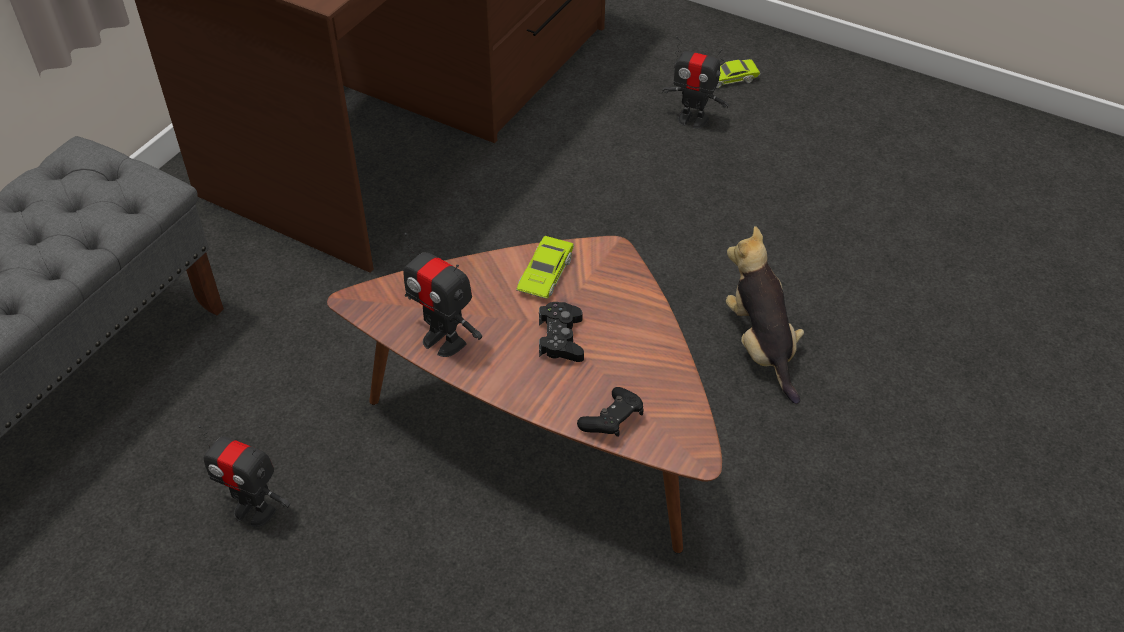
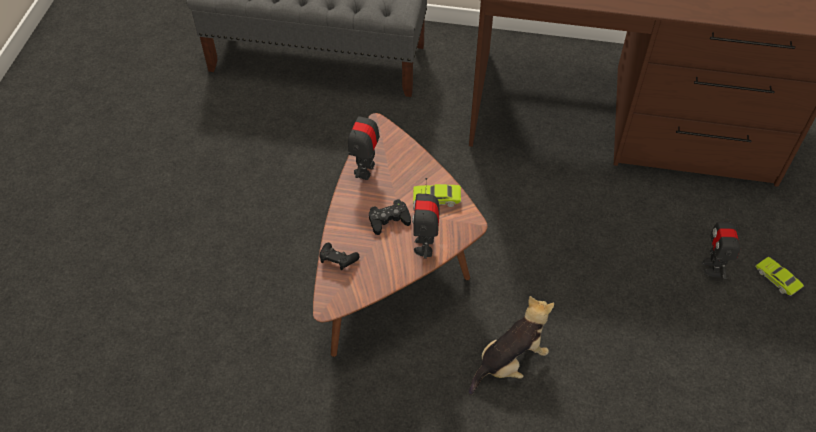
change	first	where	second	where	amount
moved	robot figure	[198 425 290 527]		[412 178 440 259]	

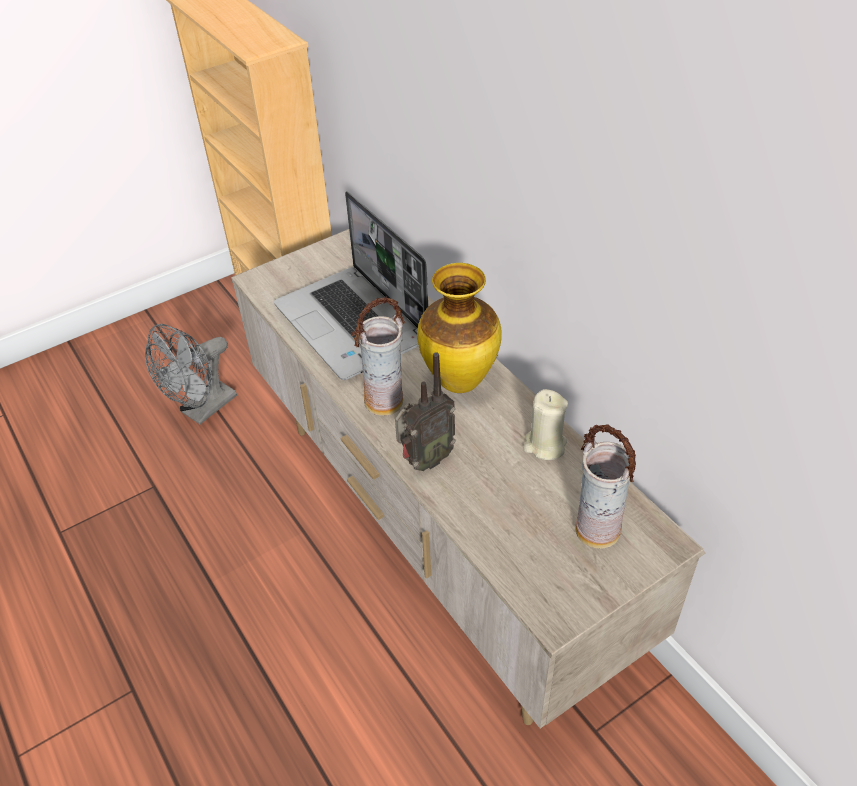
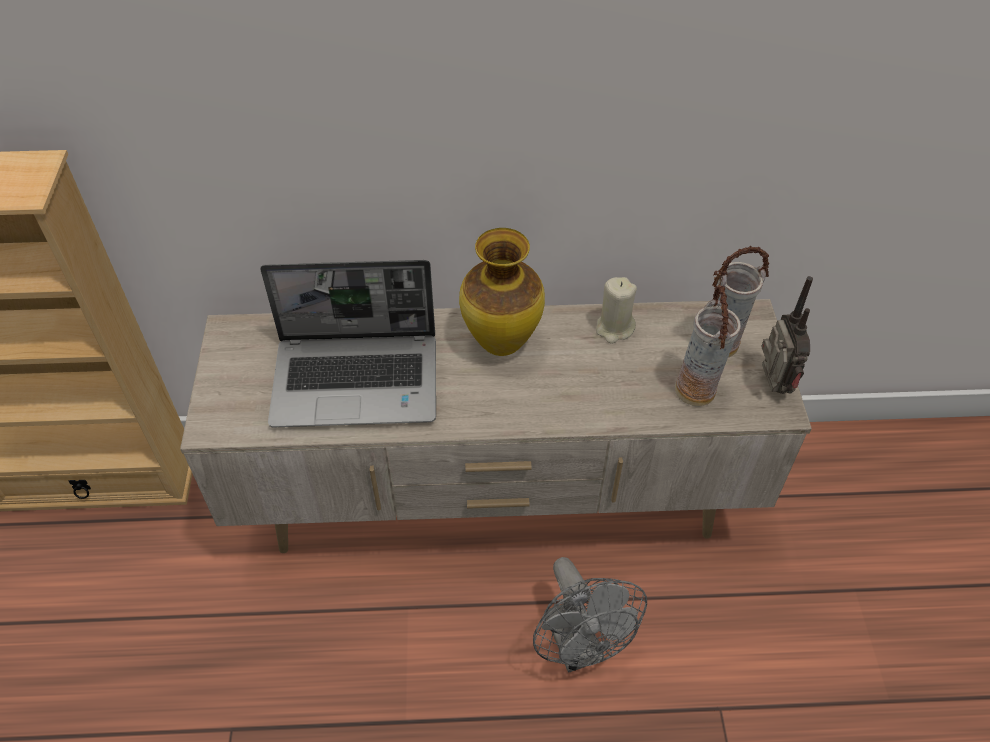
change	first	where	second	where	amount
moved	fan in grey	[145 324 237 424]		[533 557 647 673]	
moved	decorative vase	[352 296 405 416]		[675 285 741 407]	
moved	radio	[395 352 456 471]		[761 276 813 394]	

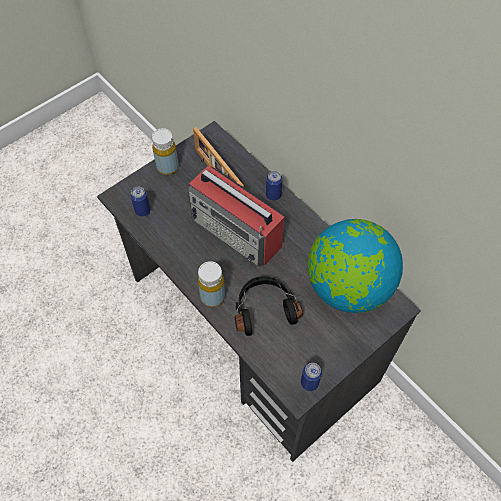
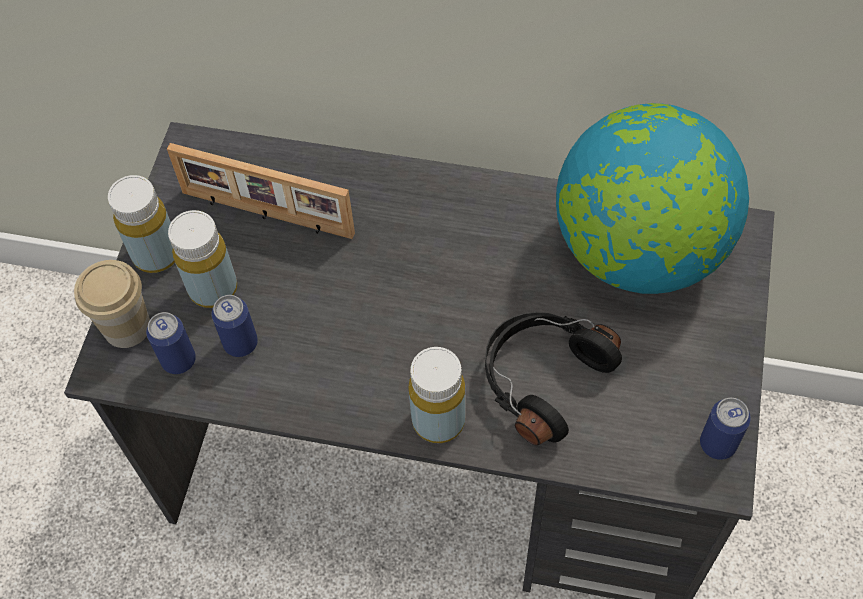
change	first	where	second	where	amount
removed	radio	[188 166 285 267]			
added			cup	[74 260 150 348]	
added			drink bottle in yellow-coloured	[168 210 237 308]	
moved	metal can	[266 171 283 201]		[212 295 258 357]	

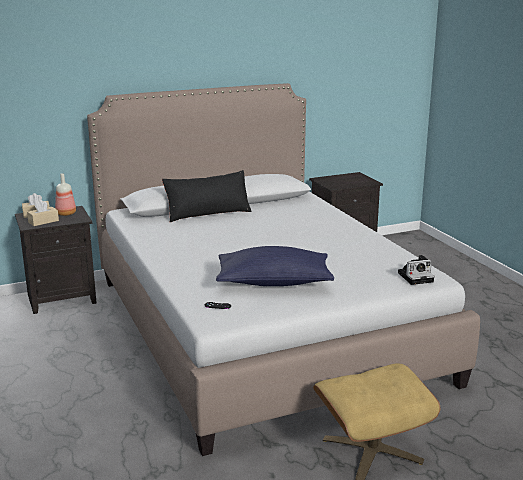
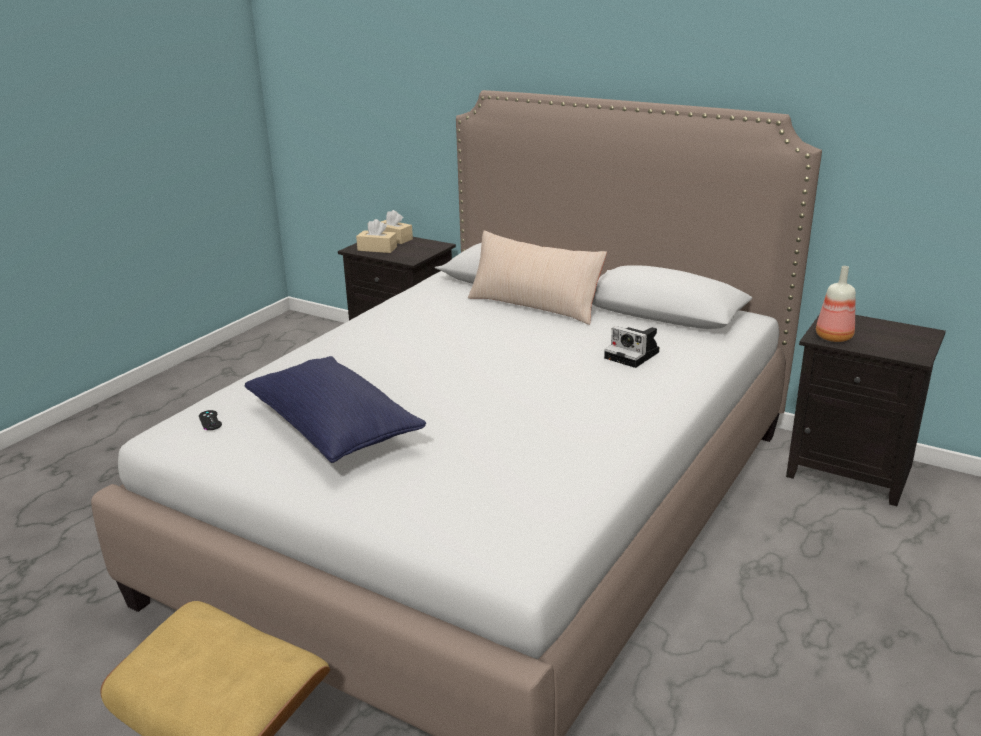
change	first	where	second	where	amount
moved	drink bottle	[55 173 76 216]		[816 266 856 342]	
moved	still camera	[398 255 434 285]		[604 326 659 368]	
recoloured	cushion in blackish	[162 170 252 222]	cushion in beige-coloured	[468 231 607 325]	

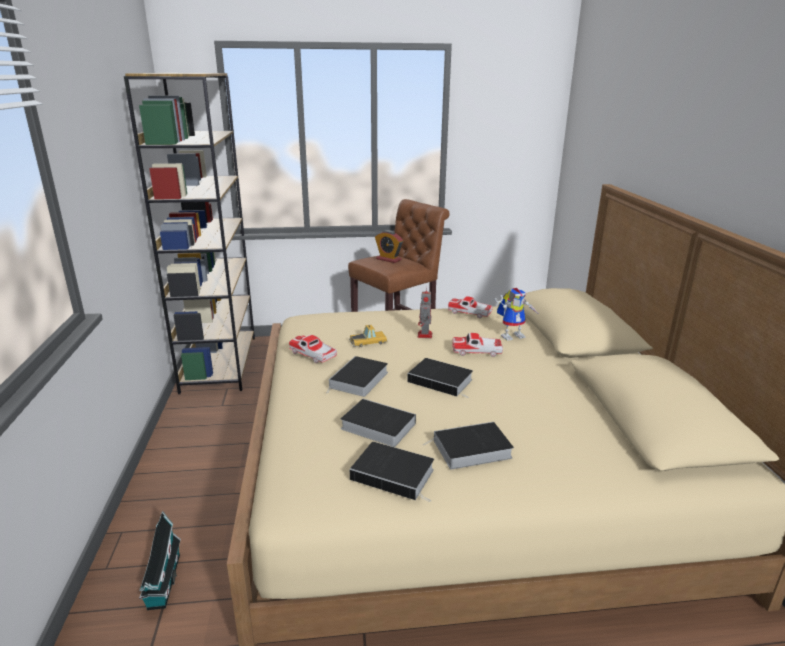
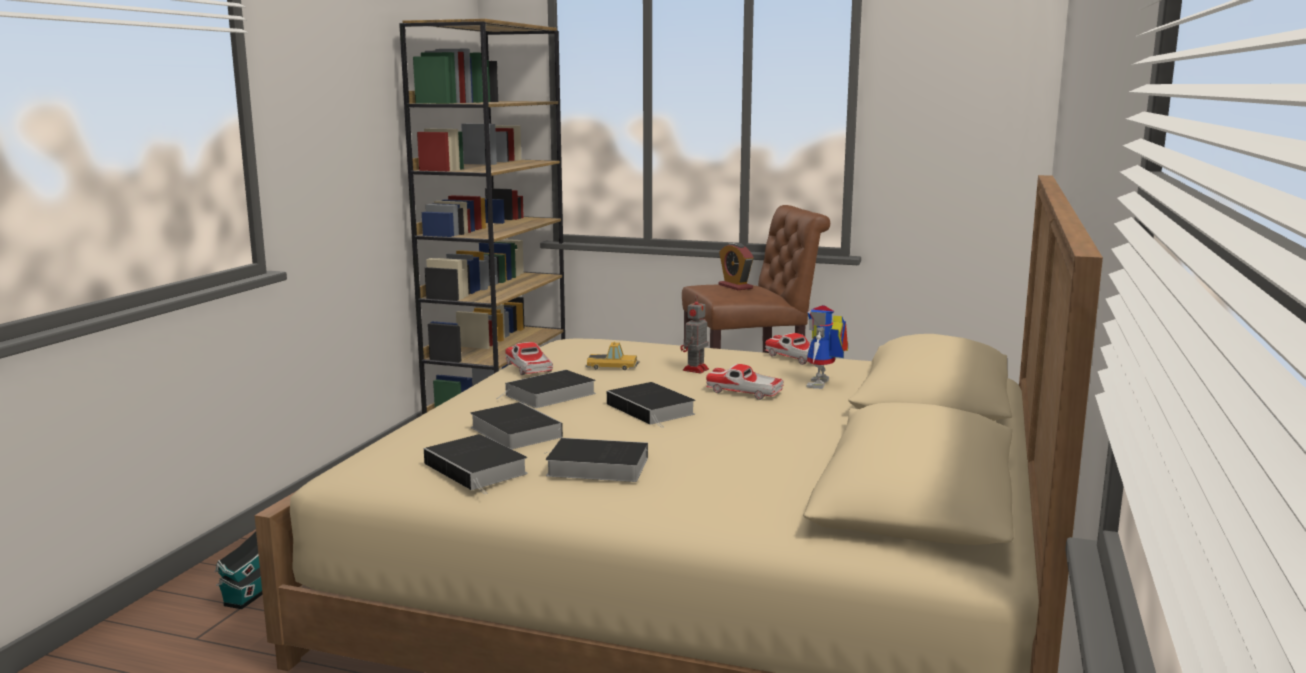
change	first	where	second	where	amount
turned	robot figure	[495 288 538 341]		[806 305 848 388]	105 degrees clockwise

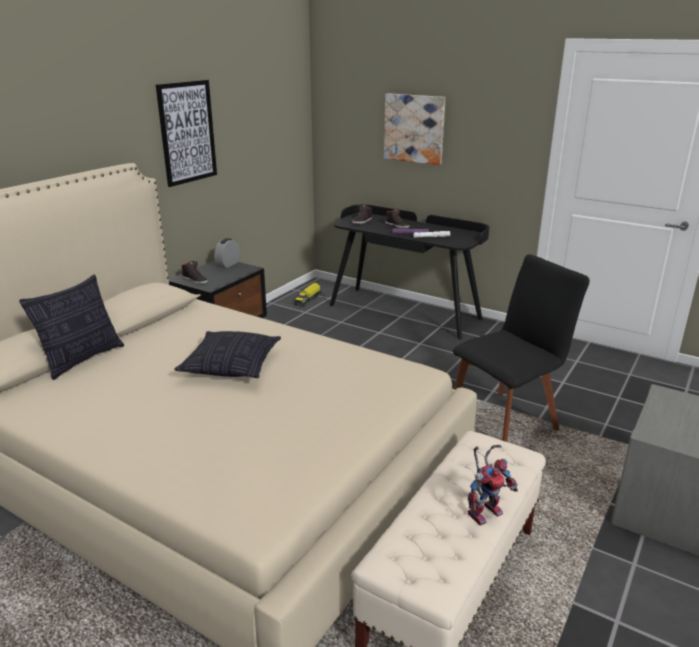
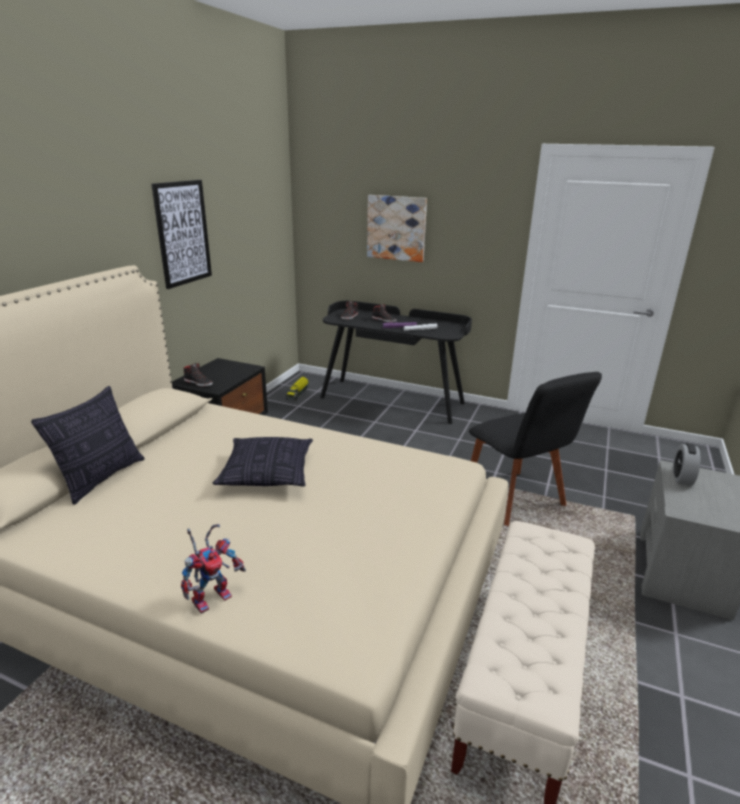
change	first	where	second	where	amount
moved	alarm clock	[214 238 240 268]		[673 443 700 486]	
moved	robot figure	[468 445 518 526]		[181 524 246 614]	
turned	plain chair in blackish	[453 254 590 442]		[469 372 602 526]	105 degrees clockwise

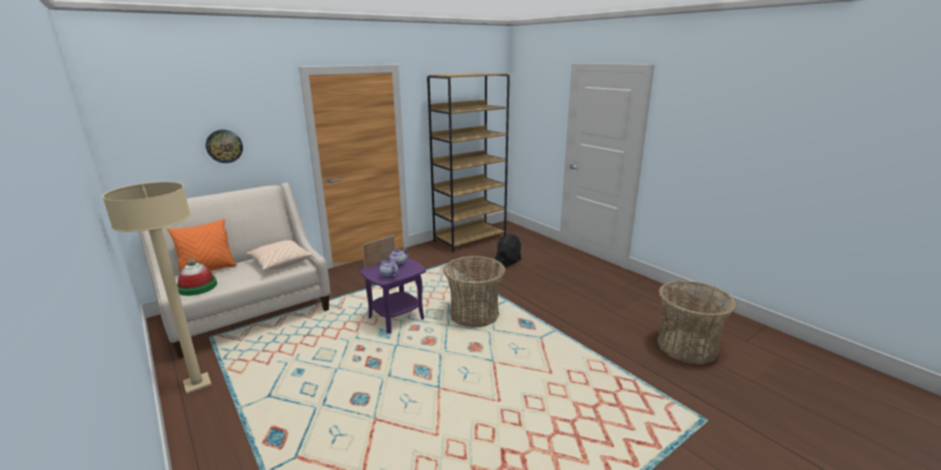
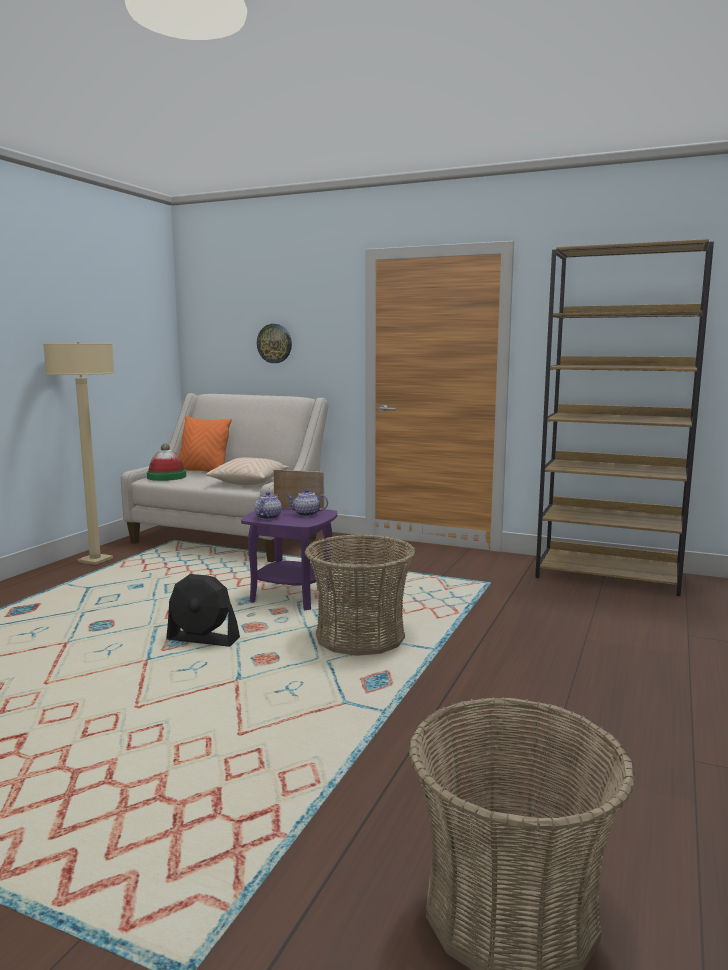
change	first	where	second	where	amount
moved	fan in blackish	[494 234 521 268]		[166 574 240 647]	

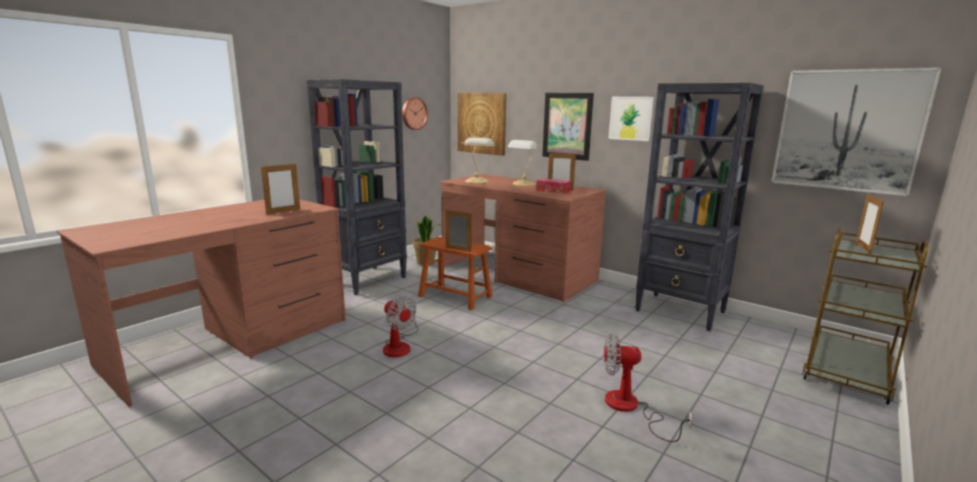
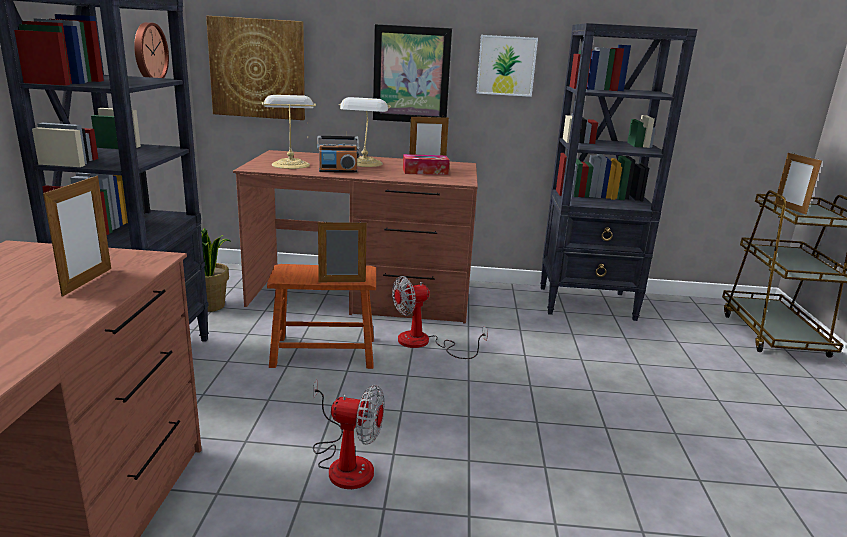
change	first	where	second	where	amount
removed	wall art	[771 67 942 196]			
added			radio	[317 136 359 173]	
moved	fan	[604 334 693 442]		[392 276 488 359]	

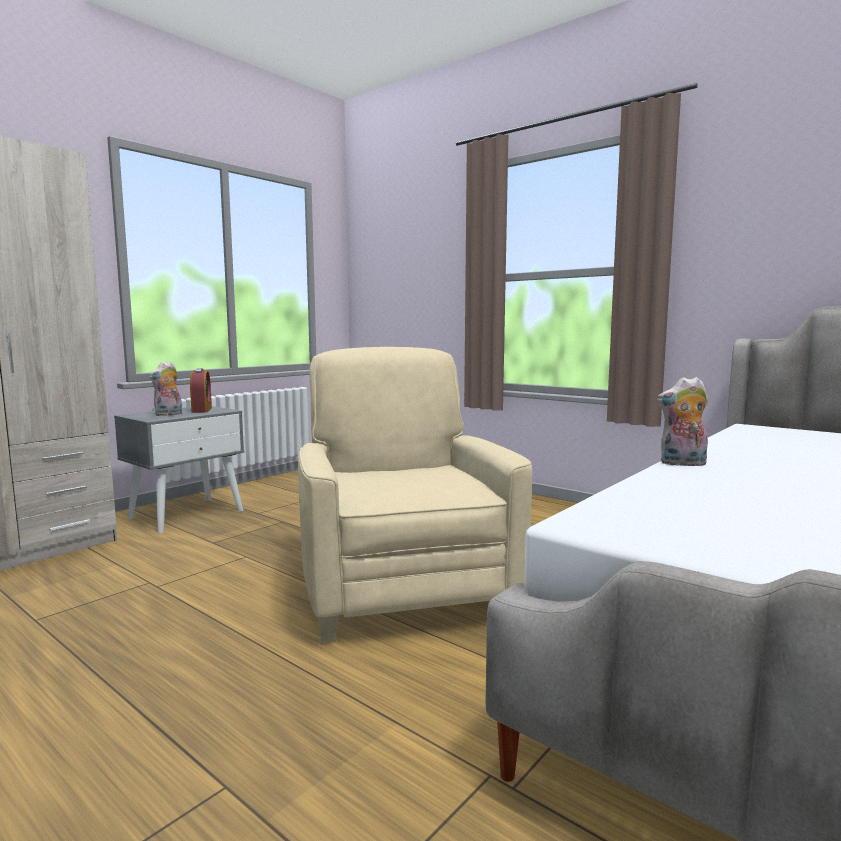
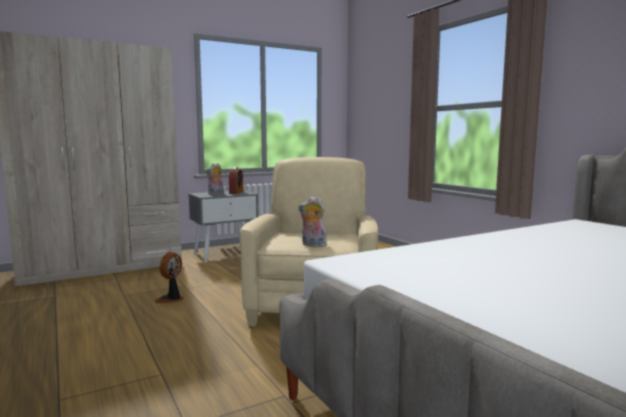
change	first	where	second	where	amount
added			fan	[154 252 184 303]	
moved	soft toy	[657 377 708 466]		[298 196 327 247]	

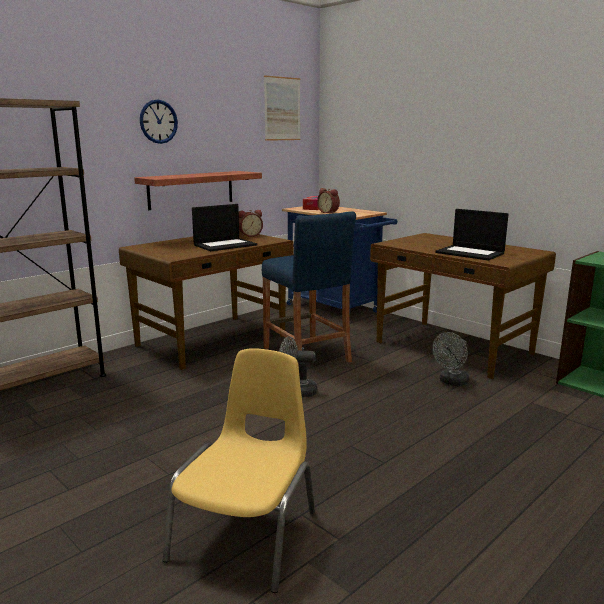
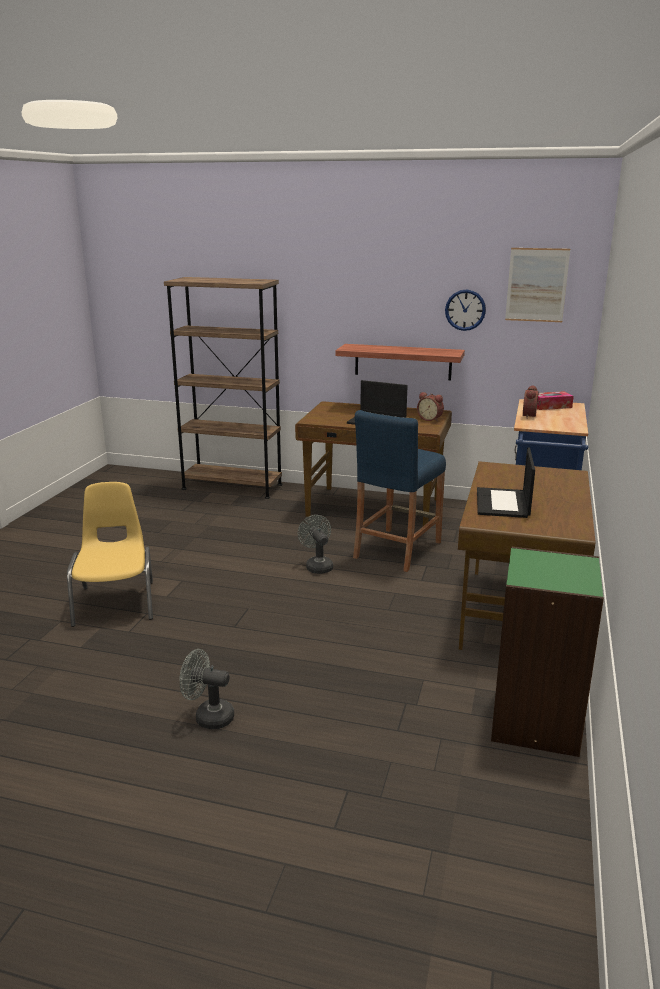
change	first	where	second	where	amount
moved	hanging clock	[140 99 178 144]		[445 289 486 331]	
moved	fan in grey	[432 332 469 386]		[180 649 234 729]	
turned	plain chair in yellow-coloured	[163 348 315 593]		[67 482 153 627]	90 degrees counterclockwise

